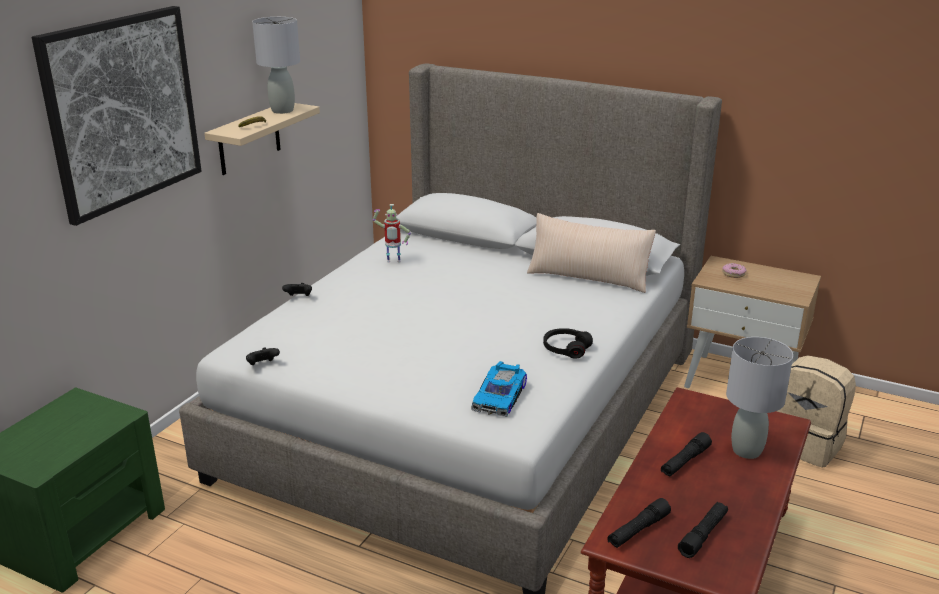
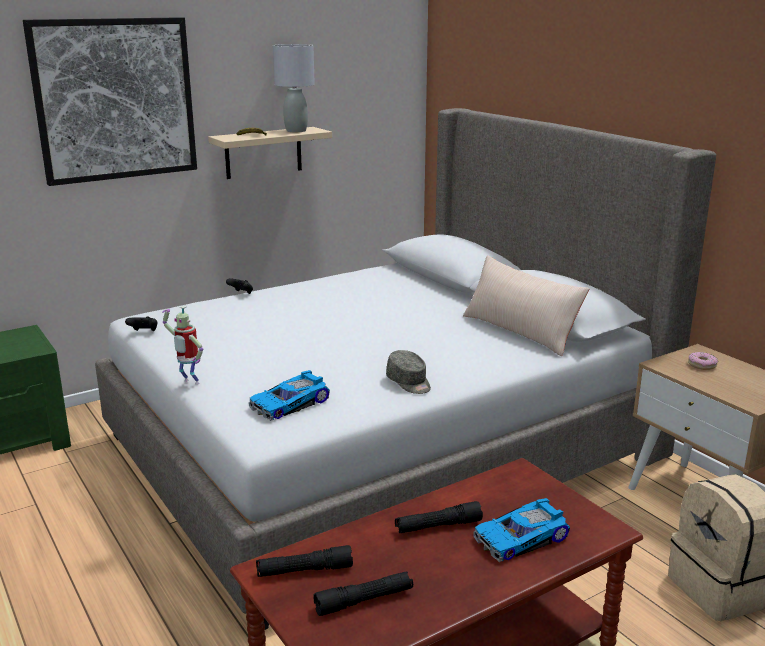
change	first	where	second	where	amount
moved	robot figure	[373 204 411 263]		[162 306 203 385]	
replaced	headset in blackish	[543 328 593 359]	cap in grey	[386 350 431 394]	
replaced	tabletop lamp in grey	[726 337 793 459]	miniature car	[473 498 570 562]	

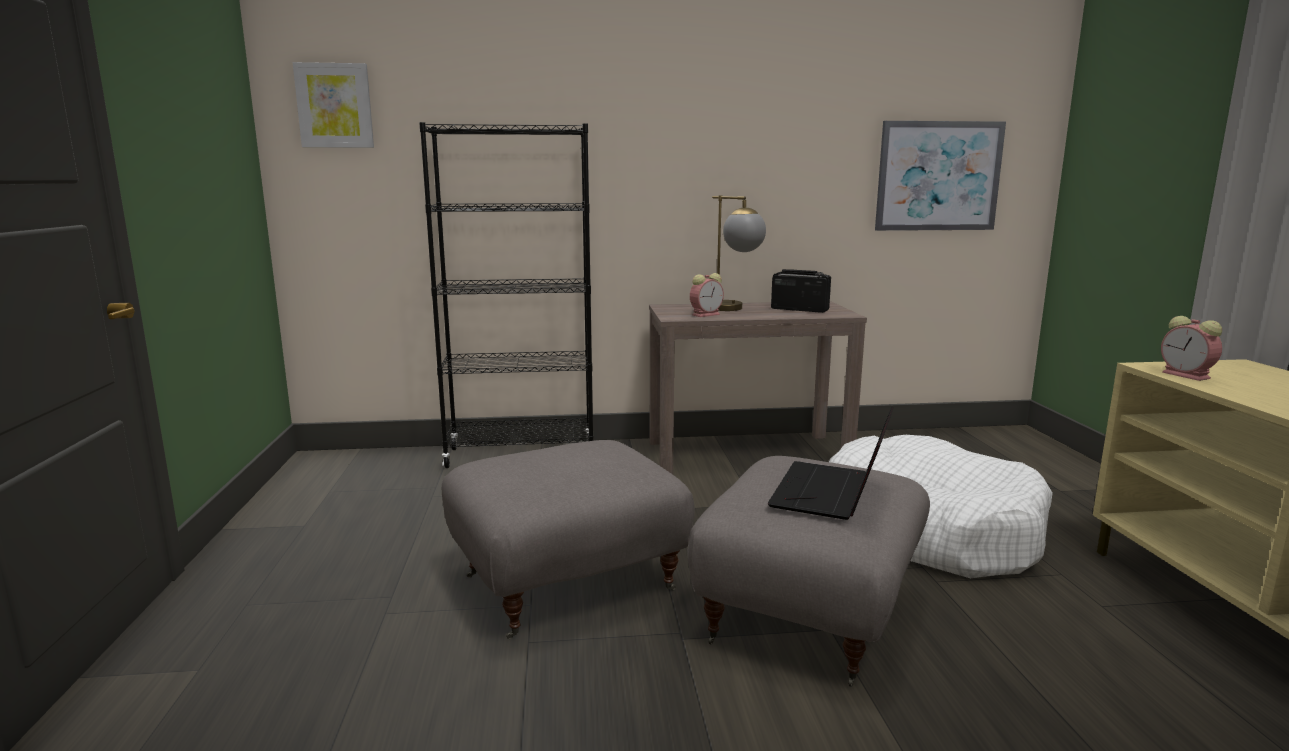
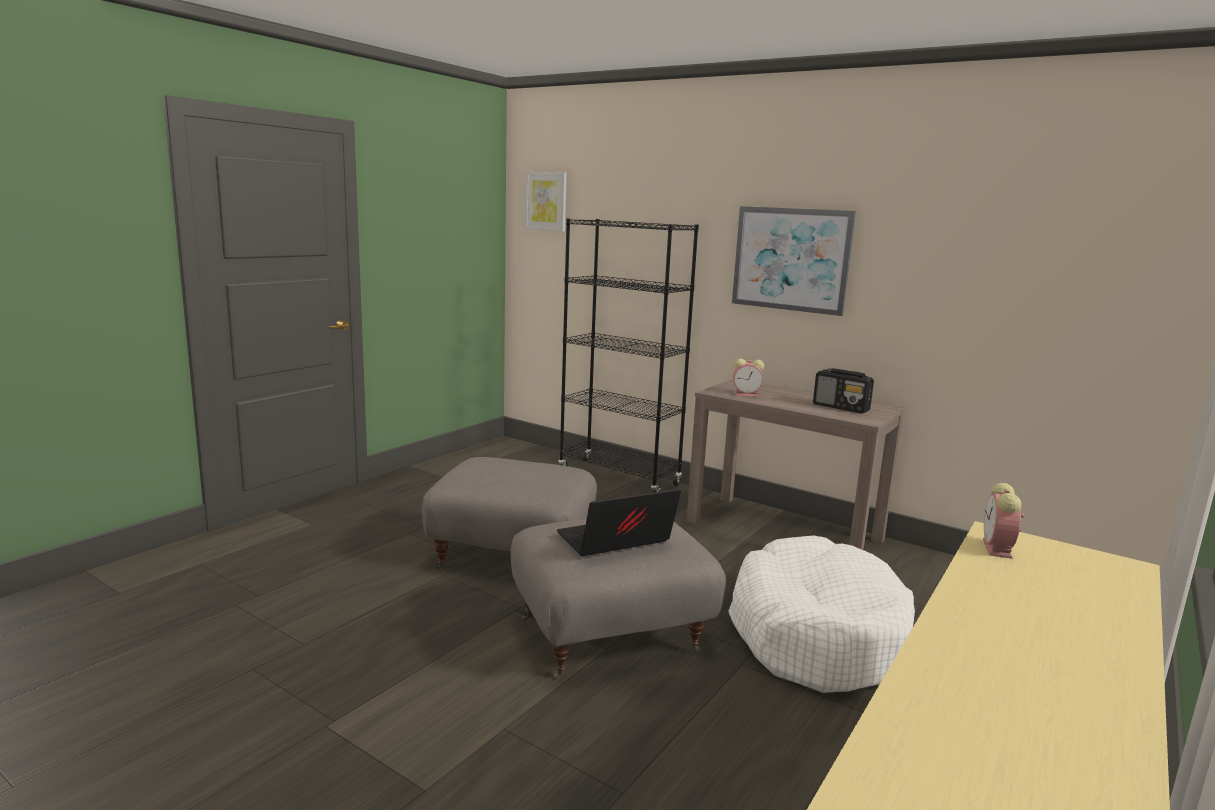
change	first	where	second	where	amount
removed	tabletop lamp	[712 195 766 311]			
moved	wall art	[875 121 1006 231]		[732 206 856 316]	
turned	radio	[771 269 831 313]		[813 368 874 413]	150 degrees clockwise

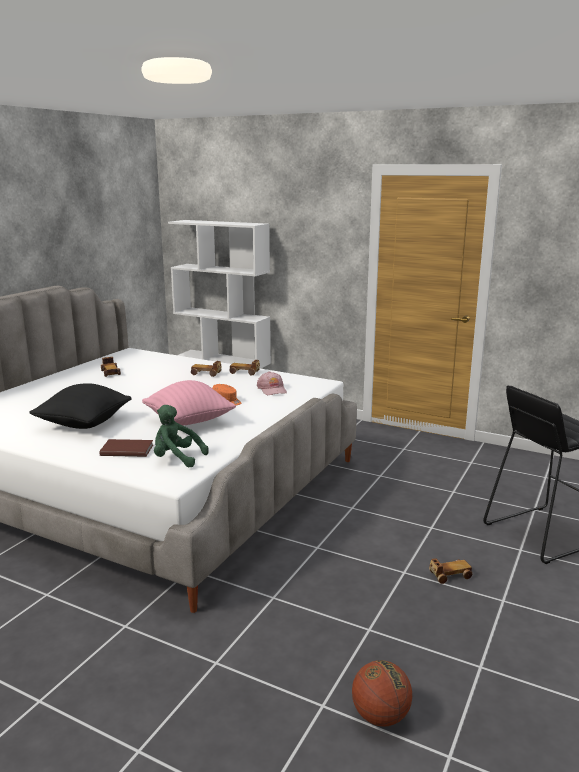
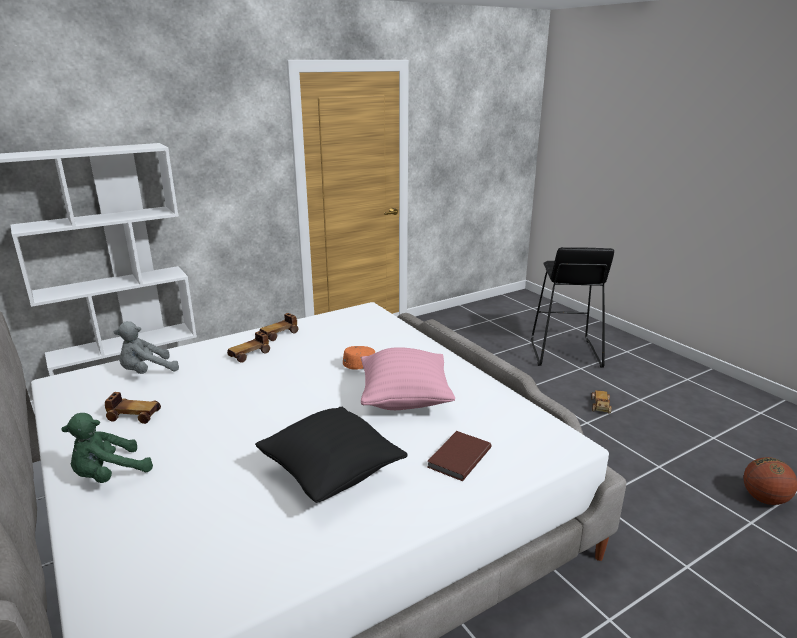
change	first	where	second	where	amount
removed	cap in pink	[257 371 287 395]			
added			soft toy in grey	[114 321 179 374]	
moved	soft toy in greenish	[154 405 209 467]		[61 413 153 483]	

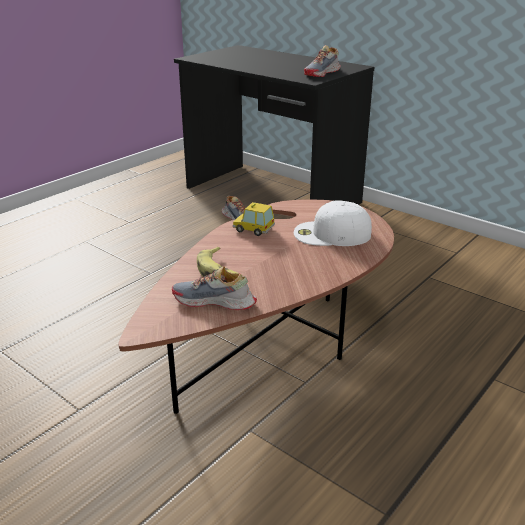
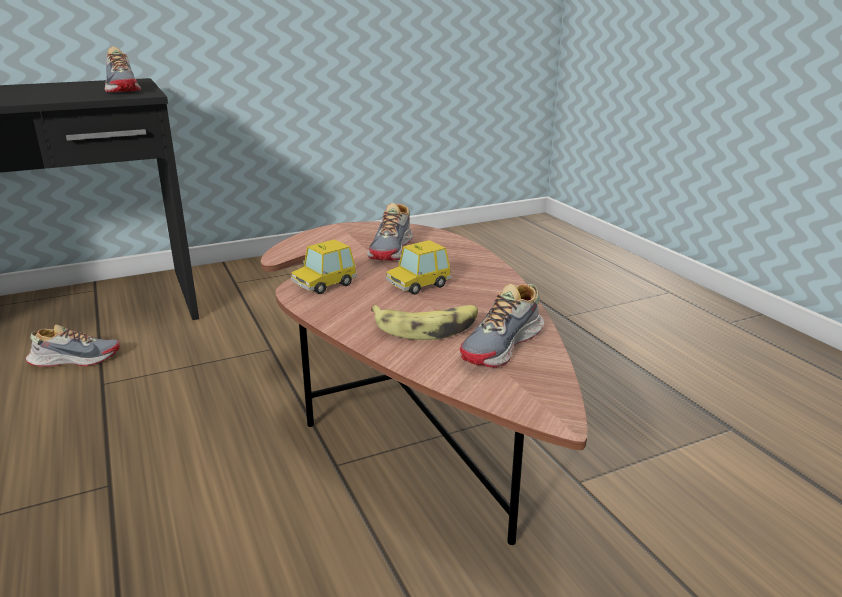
change	first	where	second	where	amount
added			miniature car	[386 240 451 295]	
replaced	cap in white	[294 201 372 246]	item of footwear	[367 203 413 261]	

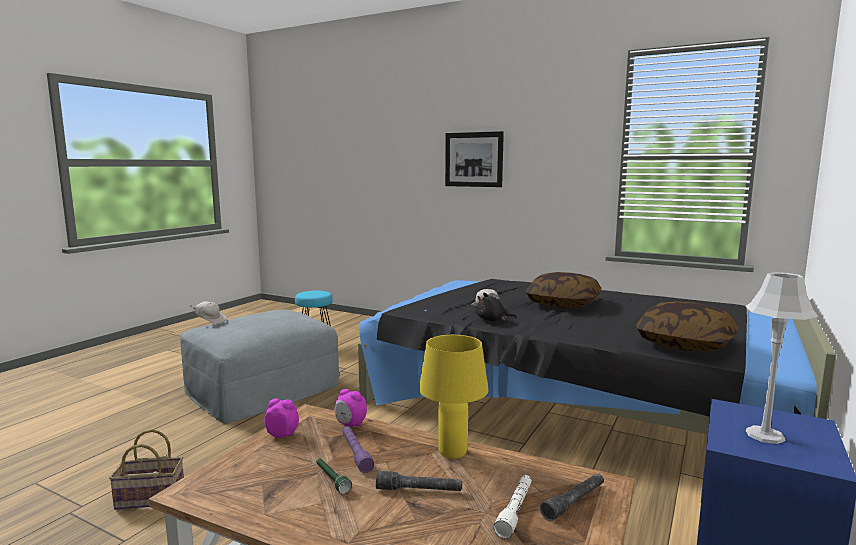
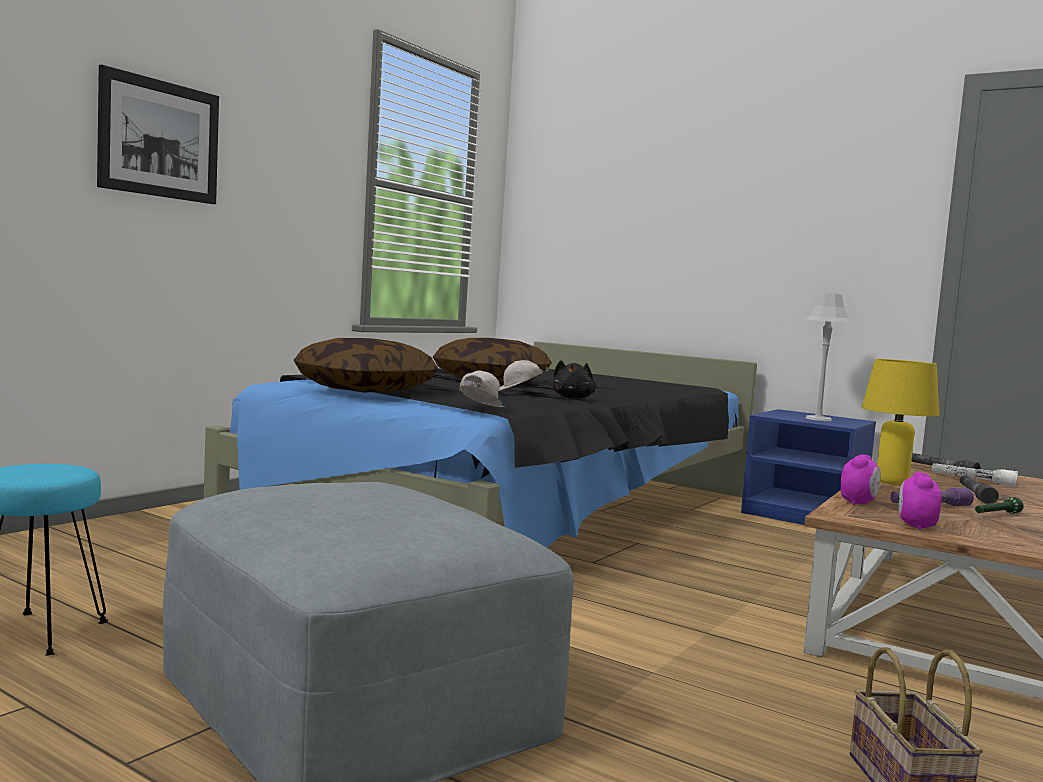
change	first	where	second	where	amount
moved	cap in white	[190 301 227 324]		[459 370 503 407]	
moved	cushion	[636 301 738 351]		[294 338 438 393]	

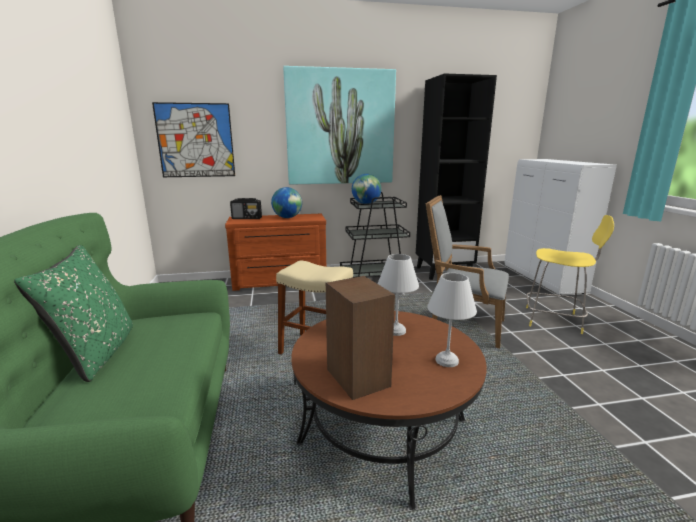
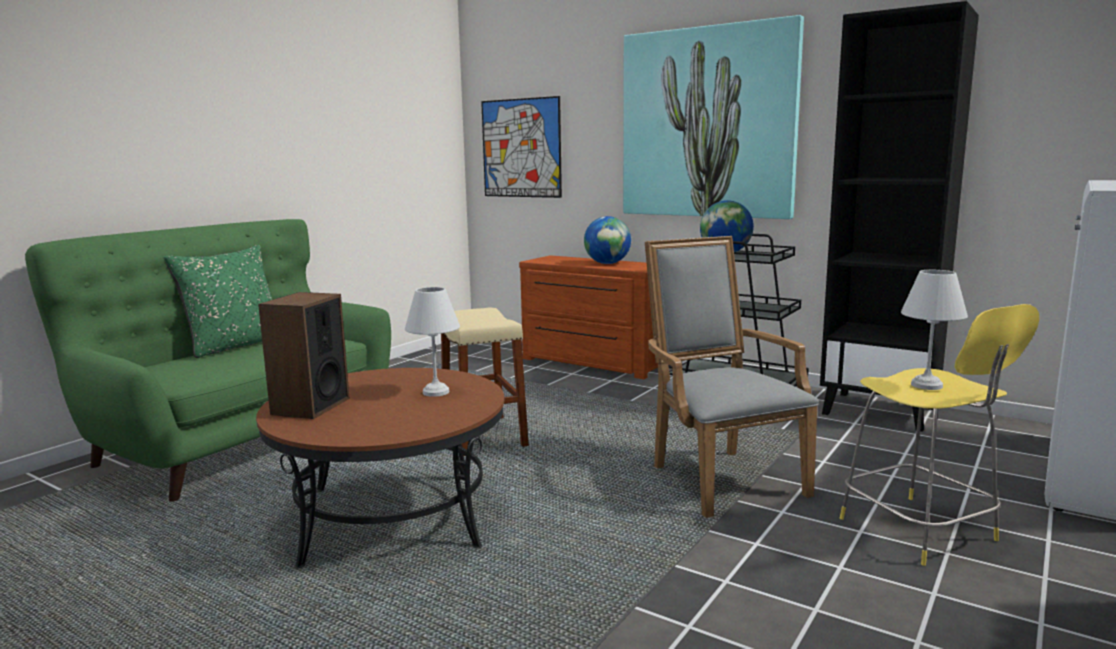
change	first	where	second	where	amount
removed	radio	[230 198 262 219]			
moved	tabletop lamp in white	[427 273 477 367]		[901 270 968 390]	

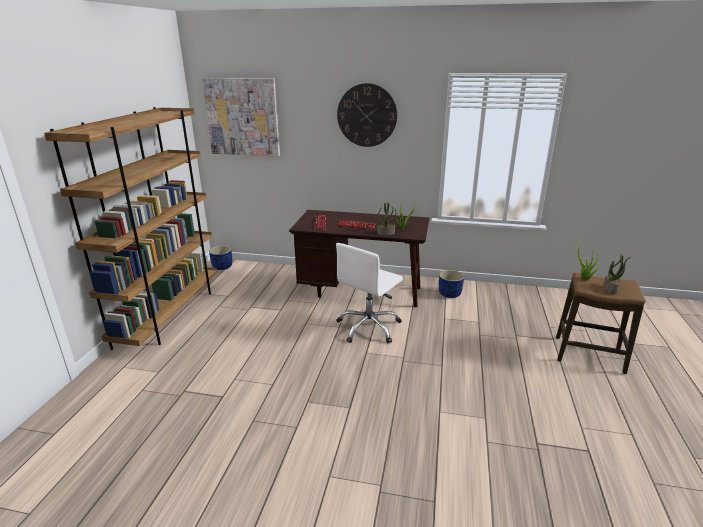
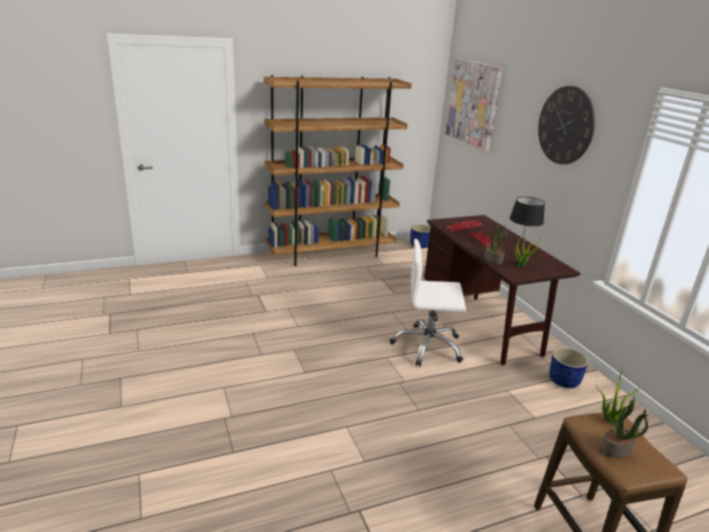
change	first	where	second	where	amount
added			tabletop lamp in blackish	[510 197 545 246]	

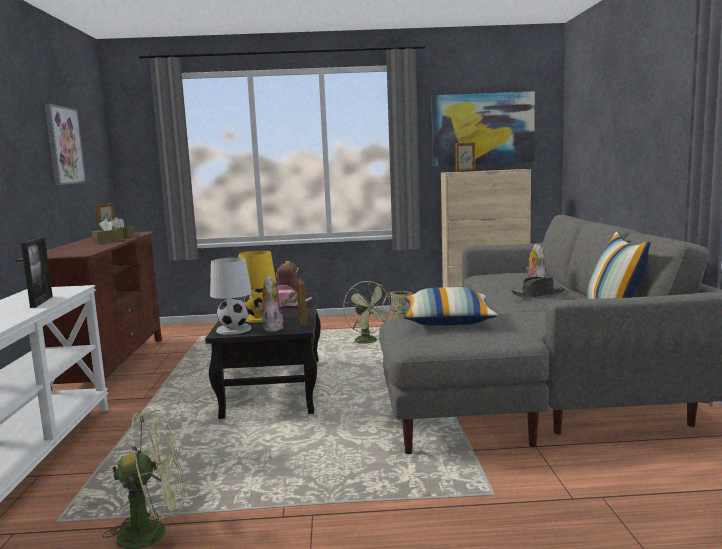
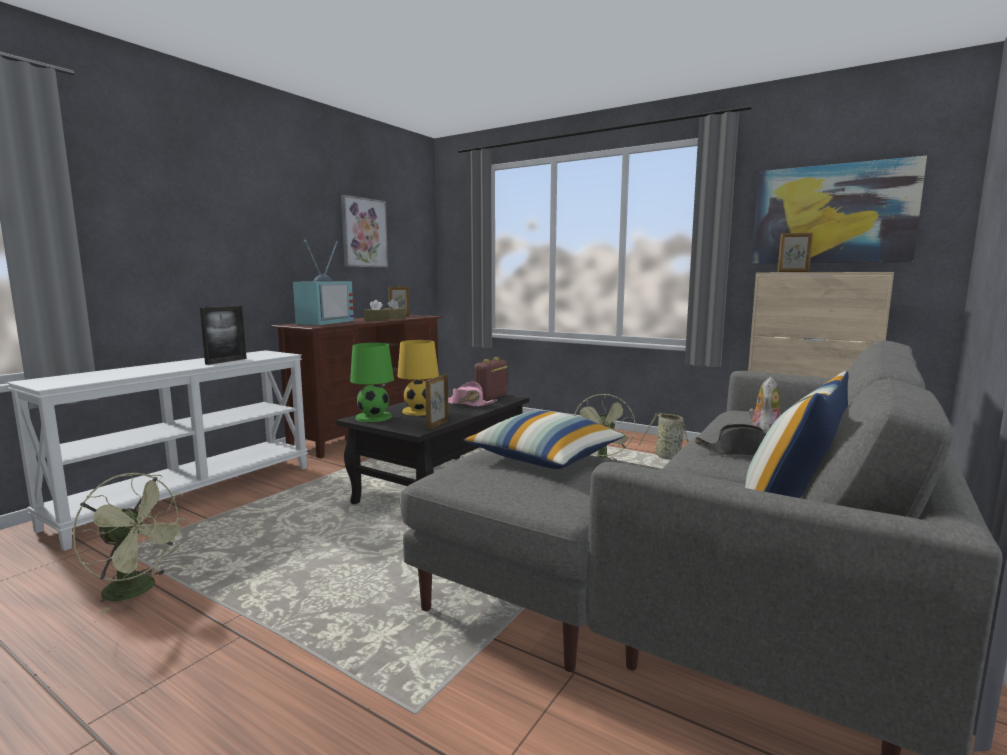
change	first	where	second	where	amount
removed	soft toy	[258 276 284 332]			
added			television	[293 240 354 325]	
recoloured	tabletop lamp in white	[210 257 252 335]	tabletop lamp in greenish	[350 343 394 422]	

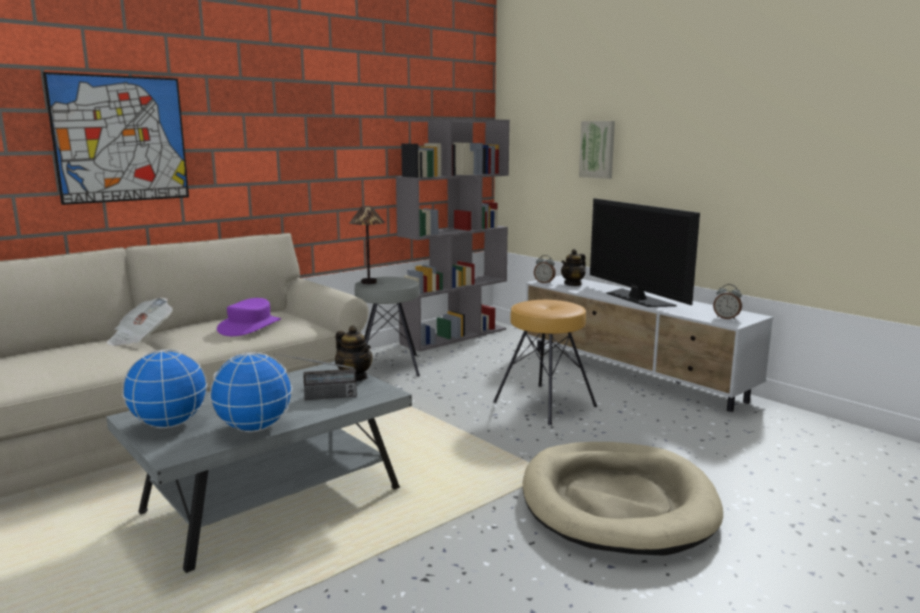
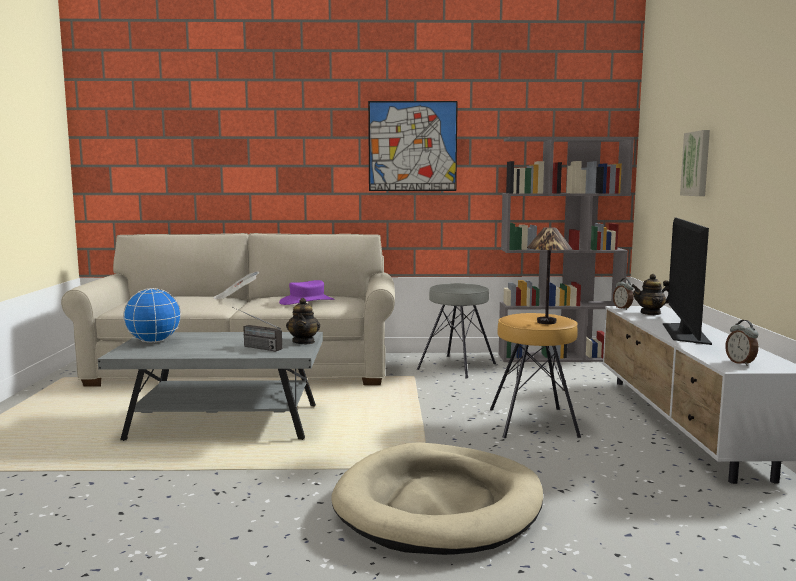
change	first	where	second	where	amount
removed	world globe	[209 352 293 432]			
moved	wall art	[43 72 189 205]		[368 101 458 191]	
moved	tabletop lamp	[349 206 385 284]		[527 227 572 324]	

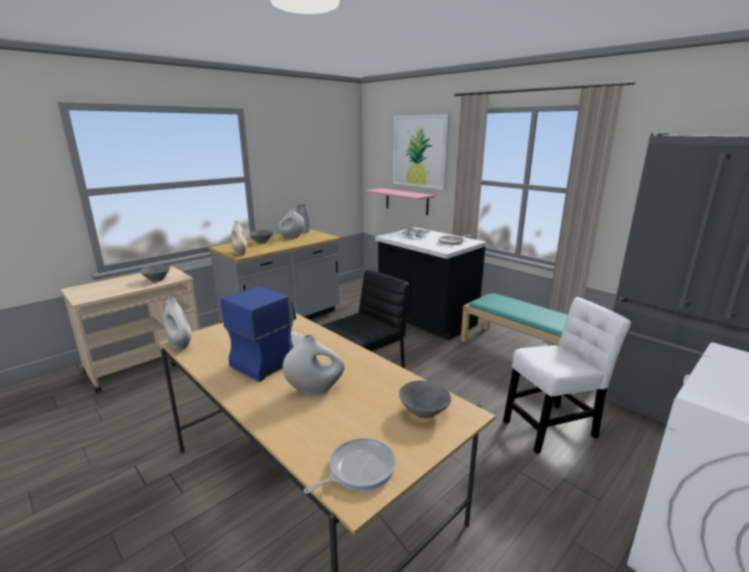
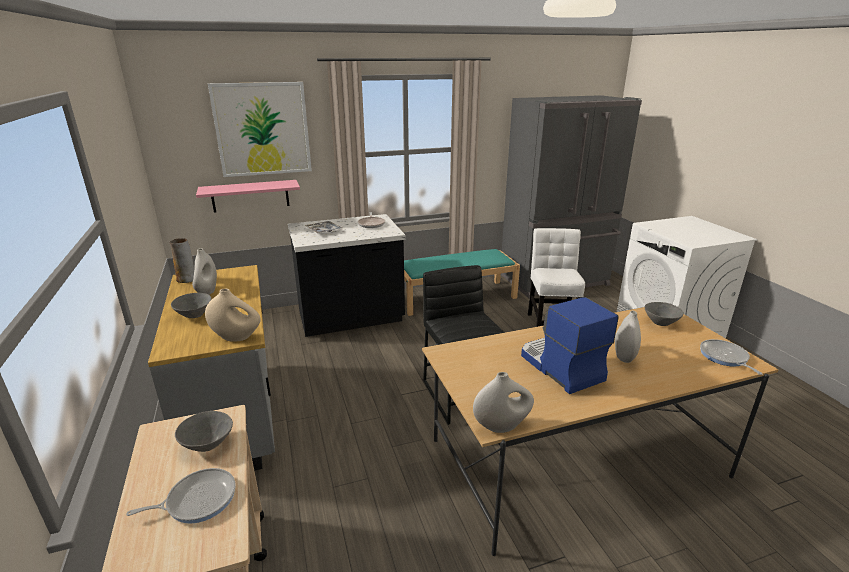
change	first	where	second	where	amount
added			pan	[126 468 235 524]	

